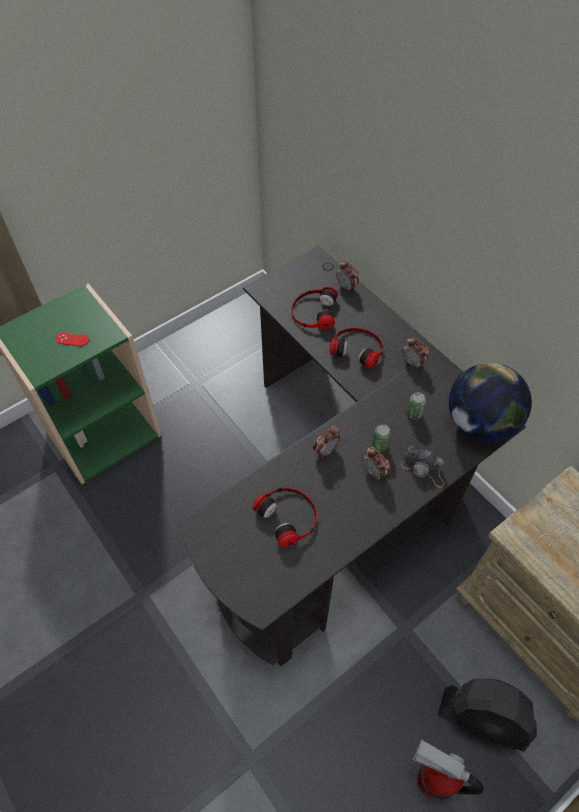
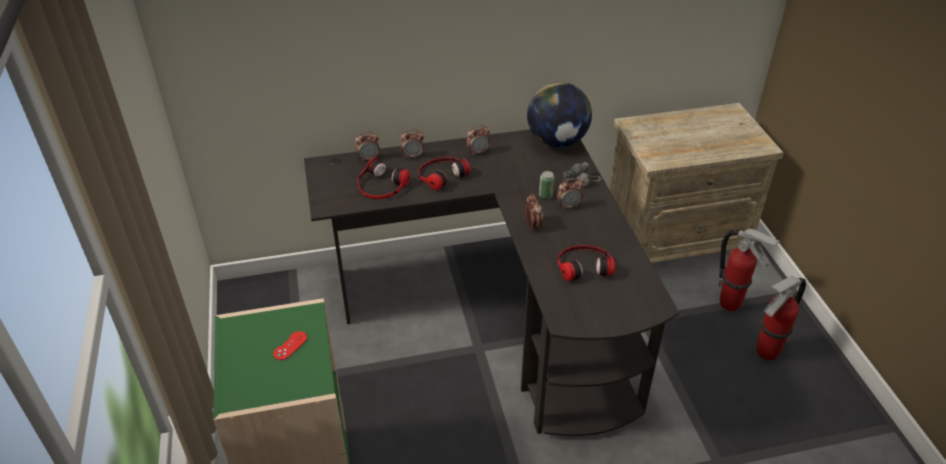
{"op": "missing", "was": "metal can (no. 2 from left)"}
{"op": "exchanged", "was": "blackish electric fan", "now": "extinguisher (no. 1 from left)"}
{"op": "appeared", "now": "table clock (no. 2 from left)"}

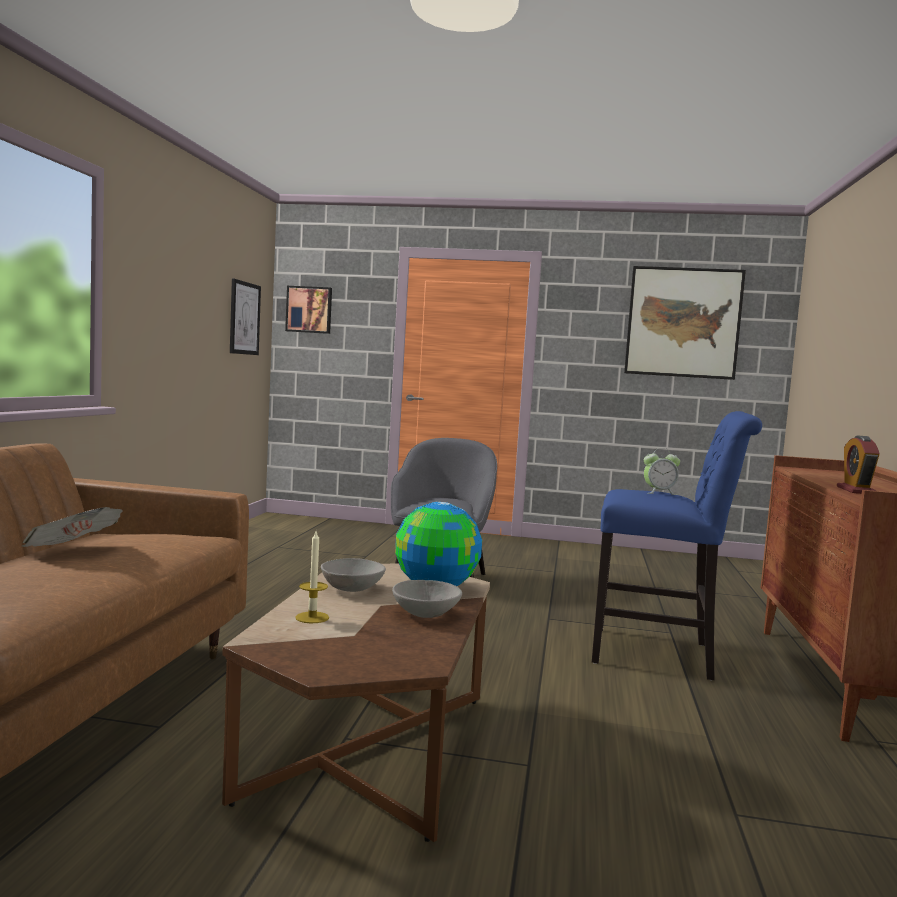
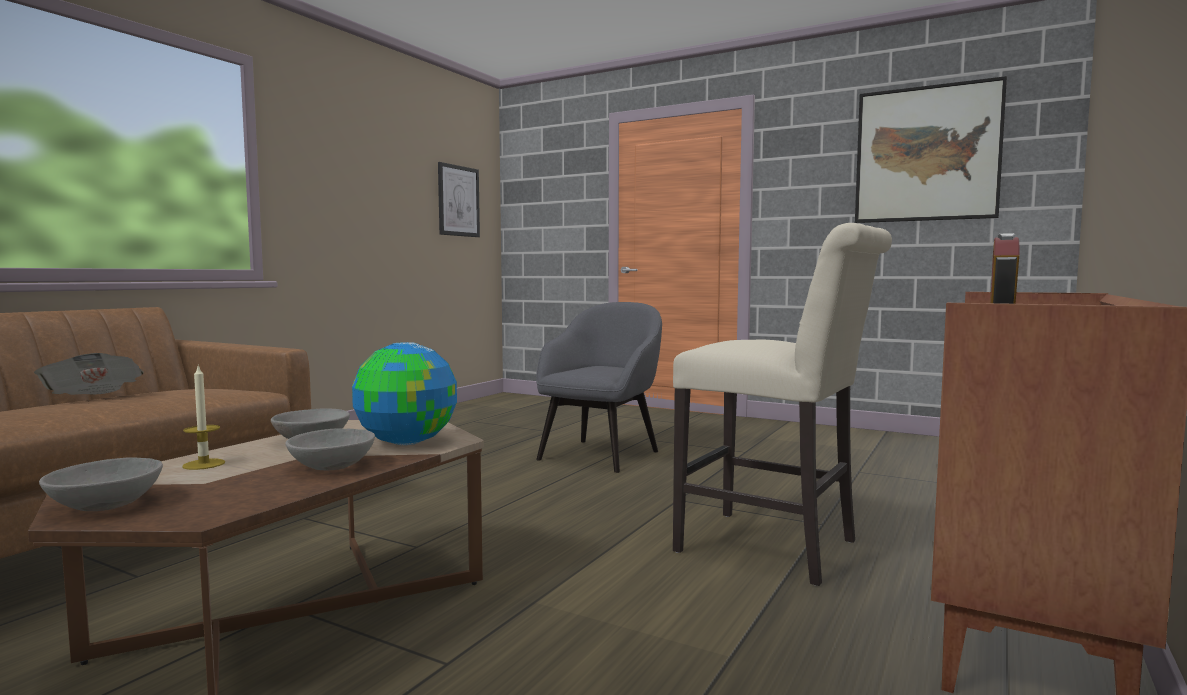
{"op": "missing", "was": "picture (no. 2 from left)"}
{"op": "colour", "was": "blue stool seat", "now": "sand-coloured stool seat"}
{"op": "missing", "was": "table clock (no. 1 from left)"}
{"op": "appeared", "now": "greyish serving bowl (no. 1 from left)"}

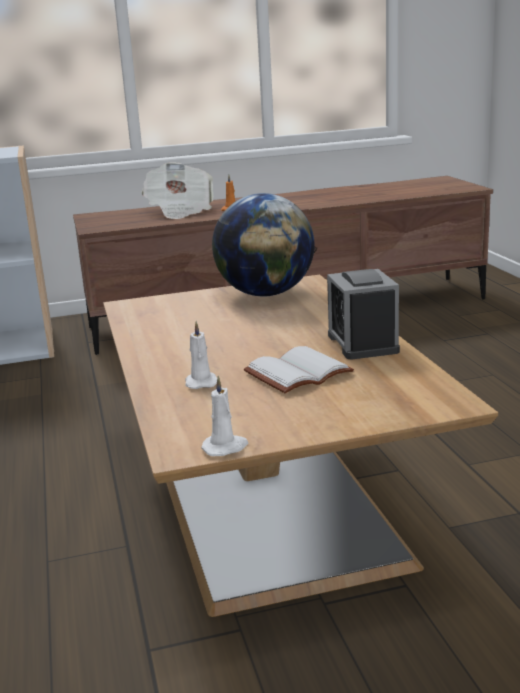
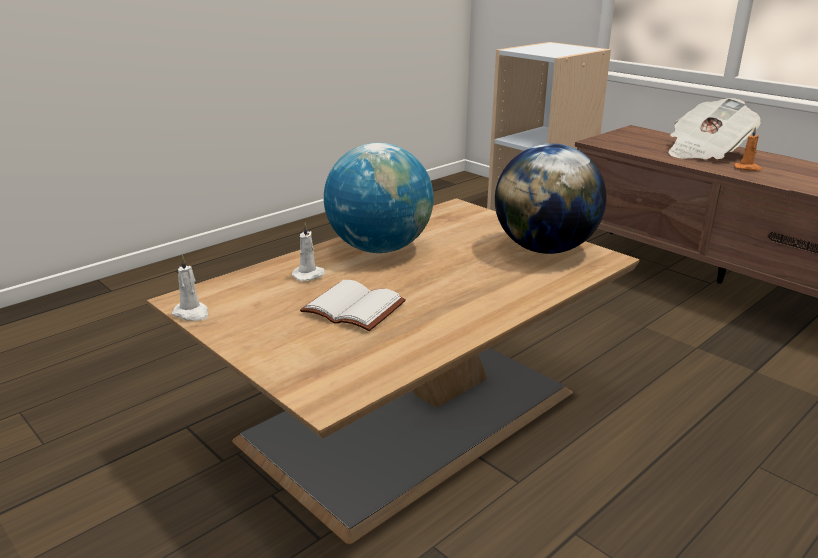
{"op": "missing", "was": "table clock"}
{"op": "appeared", "now": "desk globe (no. 1 from left)"}

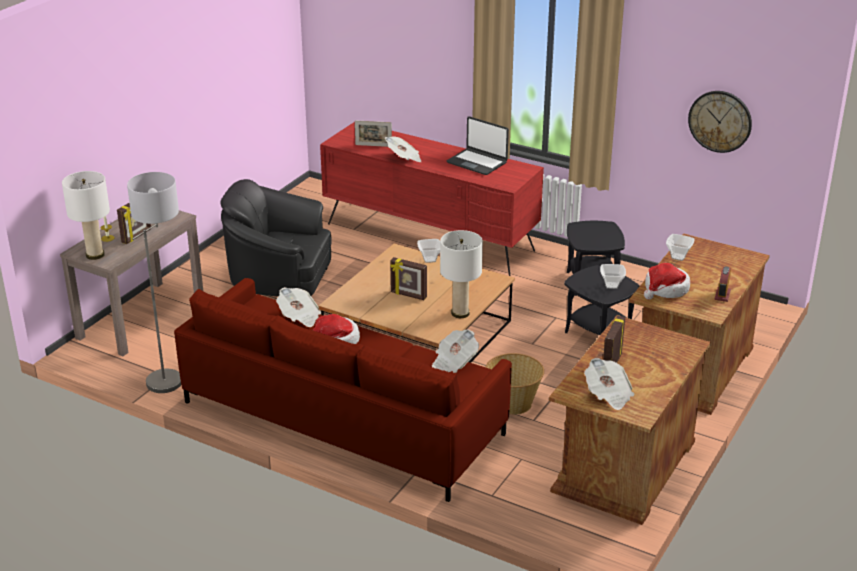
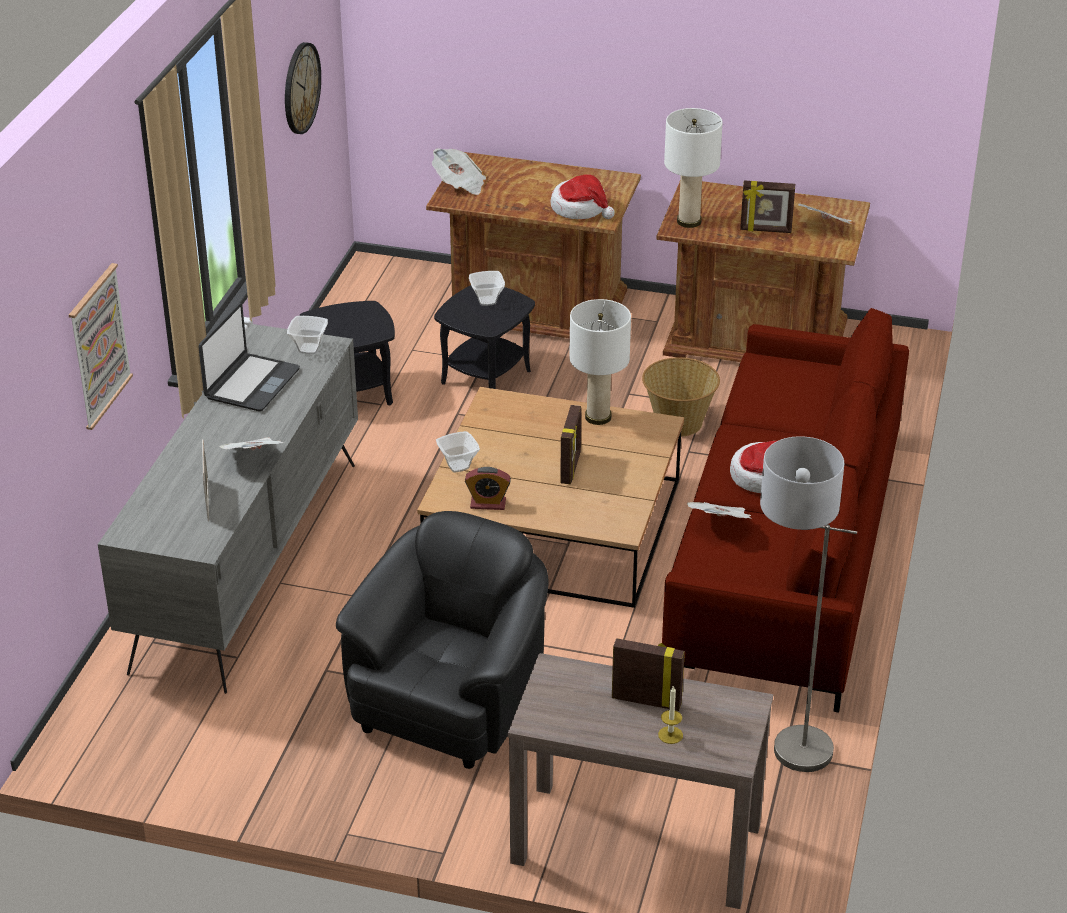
{"op": "colour", "was": "reddish tv stand", "now": "greyish tv stand"}
{"op": "relocated", "was": "whitish lamp for a table (no. 1 from left in the first image)", "now": "whitish lamp for a table (no. 2 from left)"}
{"op": "spun", "was": "blackish lounge chair", "clockwise": -150}
{"op": "relocated", "was": "serving bowl (no. 3 from left in the first image)", "now": "serving bowl (no. 1 from left)"}
{"op": "relocated", "was": "table clock"}
{"op": "relocated", "was": "daily paper (no. 3 from left in the first image)", "now": "daily paper (no. 2 from left)"}
{"op": "appeared", "now": "picture"}

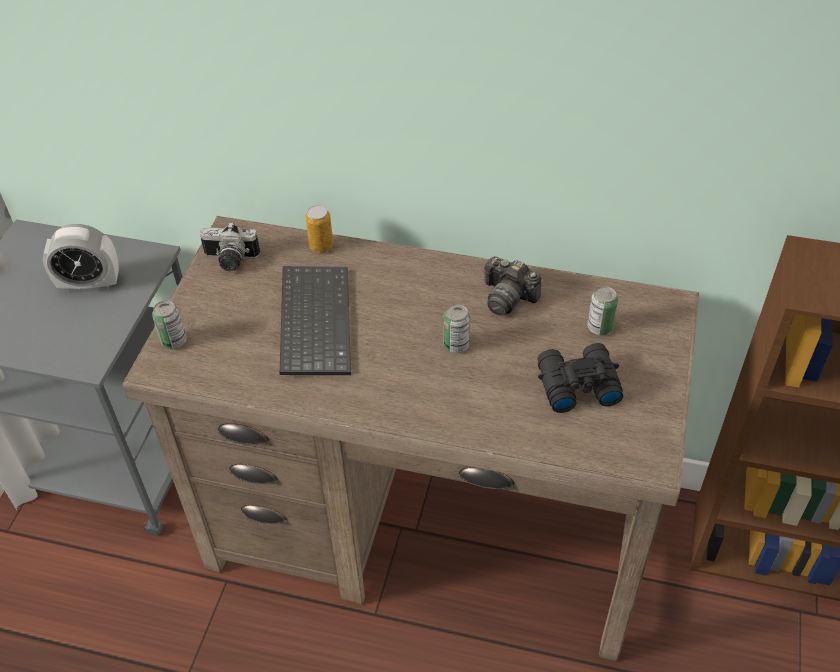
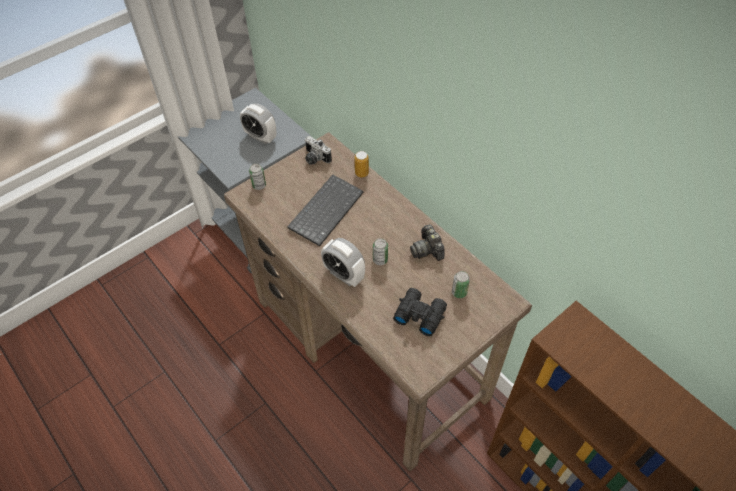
{"op": "appeared", "now": "table clock (no. 2 from left)"}

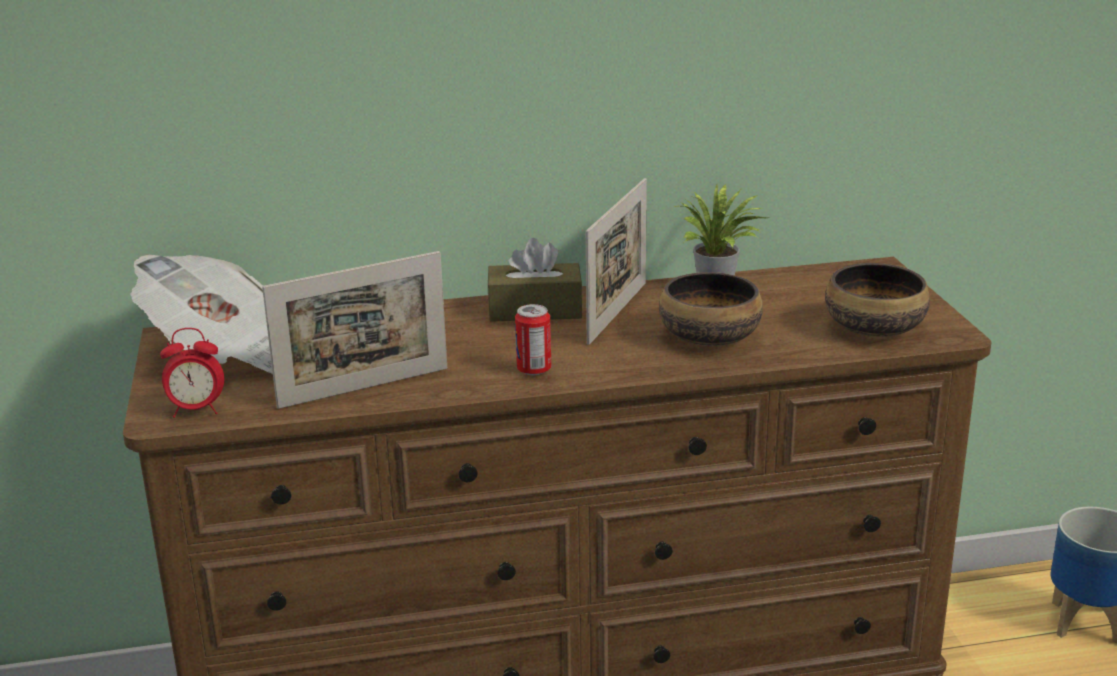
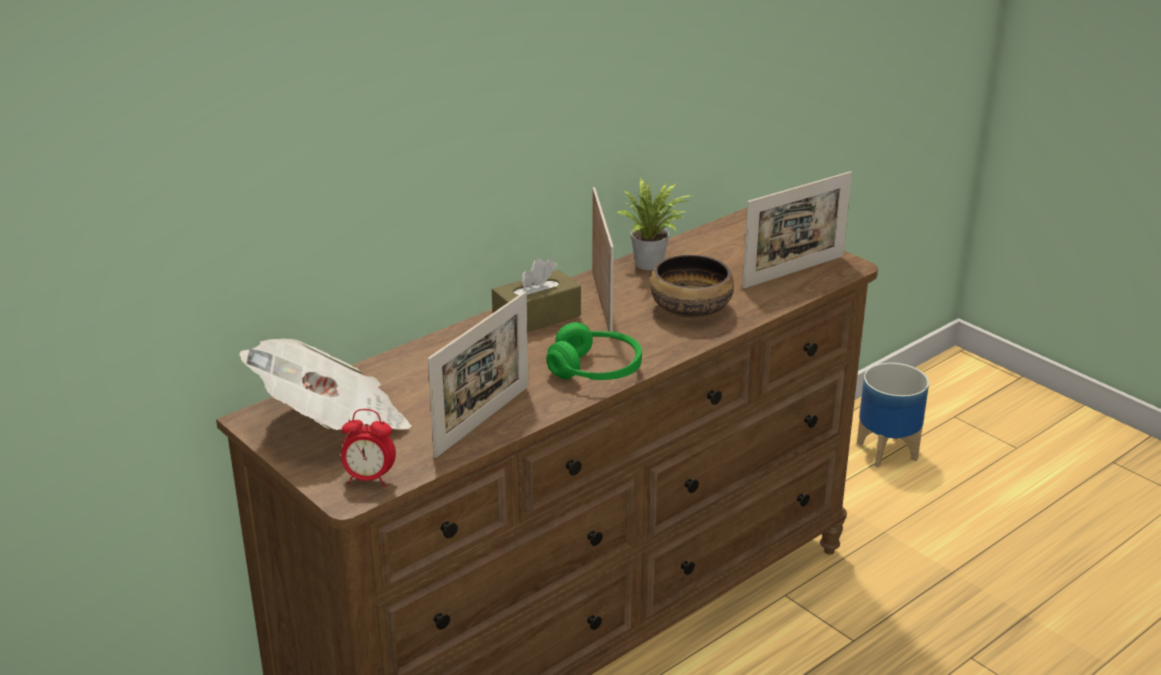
{"op": "exchanged", "was": "serving bowl (no. 2 from left)", "now": "photo frame (no. 3 from left)"}
{"op": "exchanged", "was": "metal can", "now": "green pair of headphones"}
{"op": "spun", "was": "table clock", "clockwise": 45}

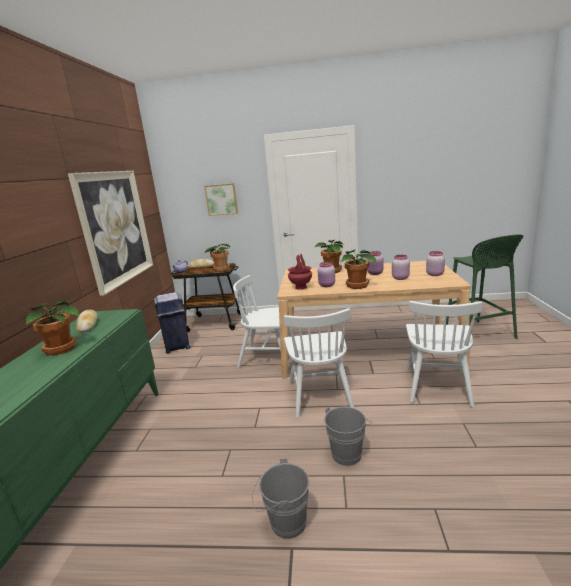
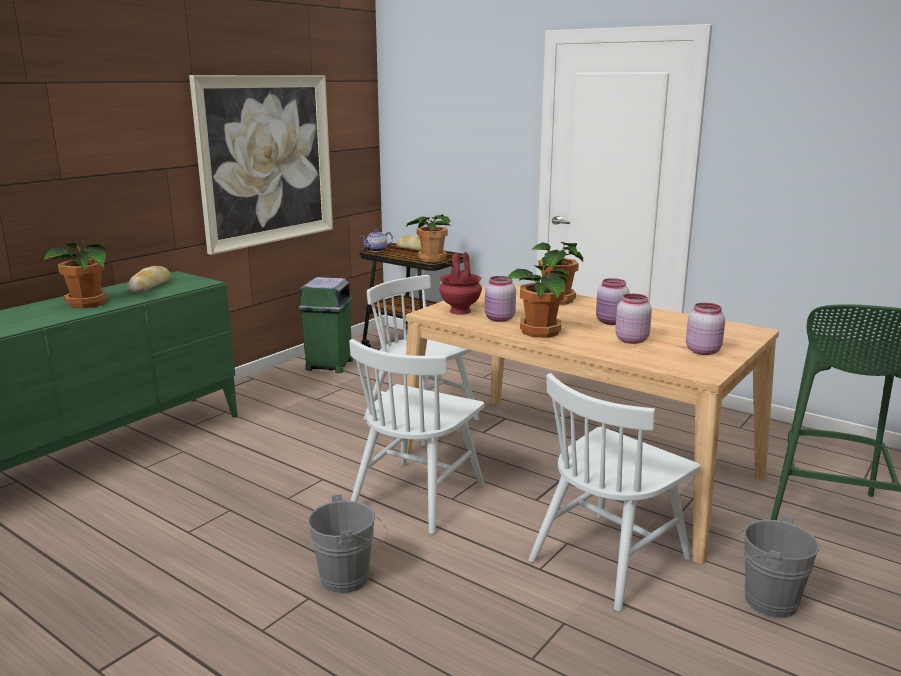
{"op": "missing", "was": "picture (no. 2 from left)"}
{"op": "colour", "was": "blue rubbish bin", "now": "green rubbish bin"}
{"op": "relocated", "was": "greyish bucket (no. 1 from left in the first image)", "now": "greyish bucket (no. 2 from left)"}

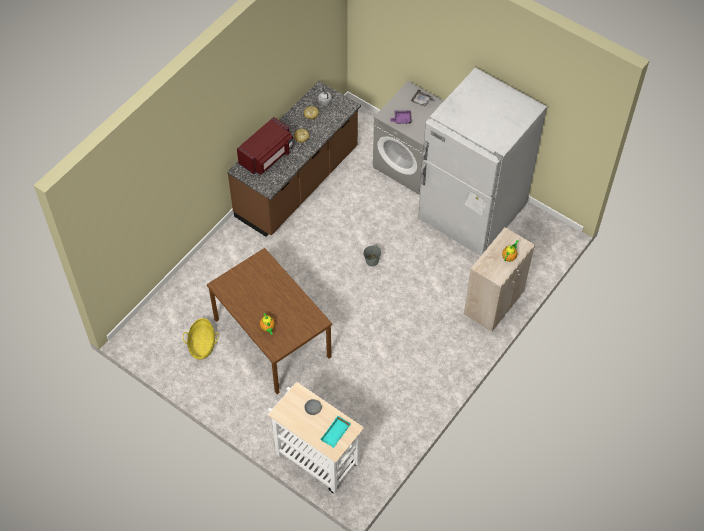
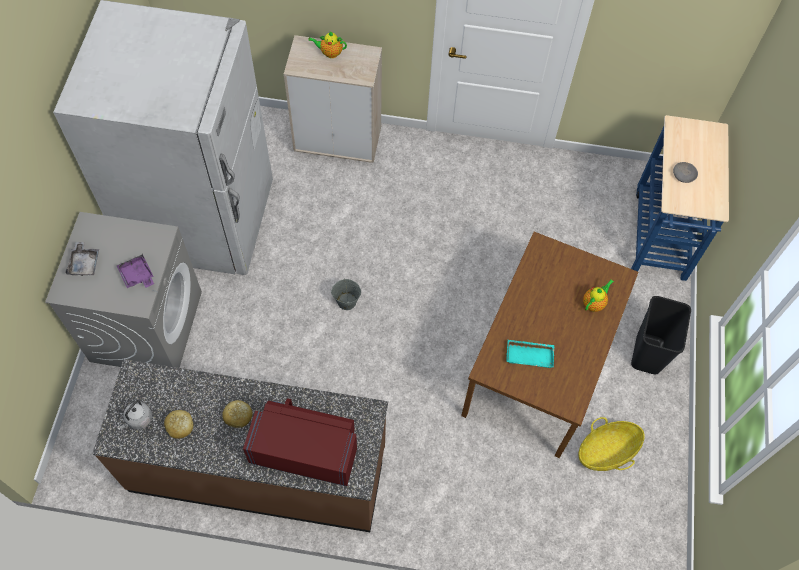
{"op": "colour", "was": "whitish wheeled cart", "now": "blue wheeled cart"}
{"op": "relocated", "was": "turquoise-coloured tray"}
{"op": "appeared", "now": "blackish rubbish bin"}

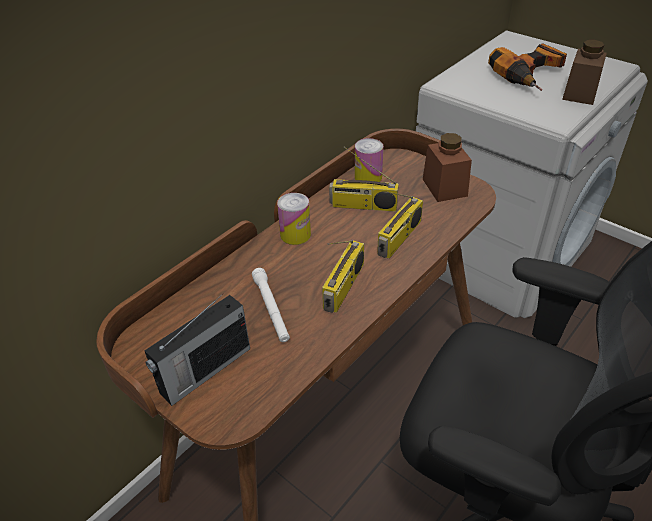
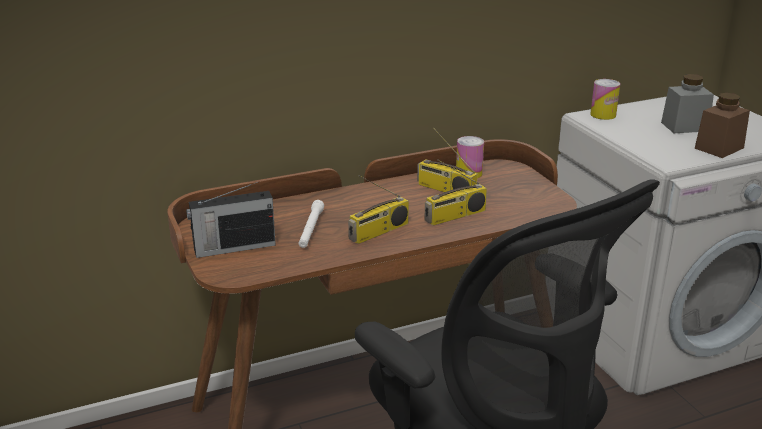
{"op": "exchanged", "was": "electric drill", "now": "greyish storage jar"}
{"op": "missing", "was": "brownish storage jar (no. 1 from left)"}
{"op": "relocated", "was": "metal can (no. 1 from left in the first image)", "now": "metal can (no. 2 from left)"}

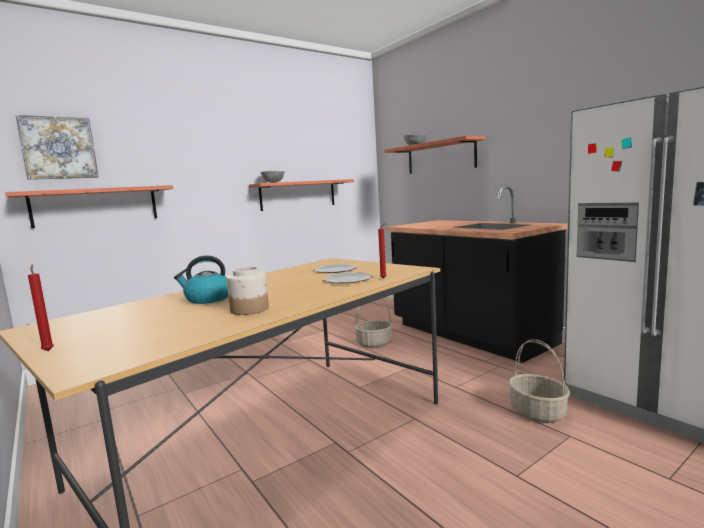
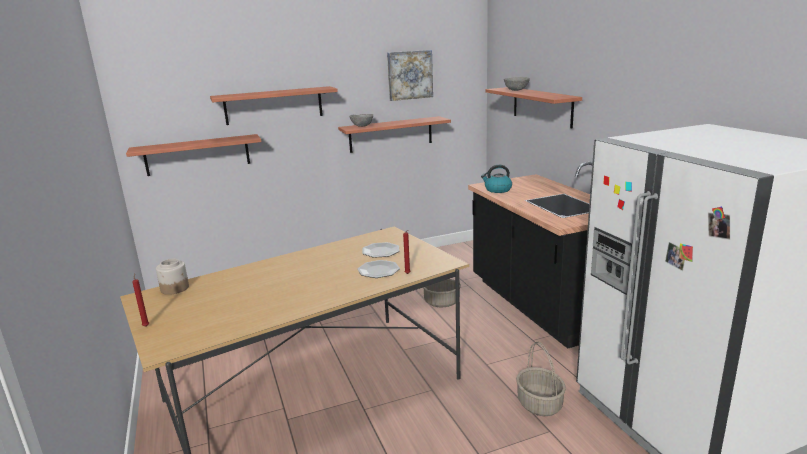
{"op": "relocated", "was": "picture"}
{"op": "relocated", "was": "kettle"}
{"op": "relocated", "was": "storage jar"}
{"op": "appeared", "now": "bracket shelf (no. 2 from left)"}

